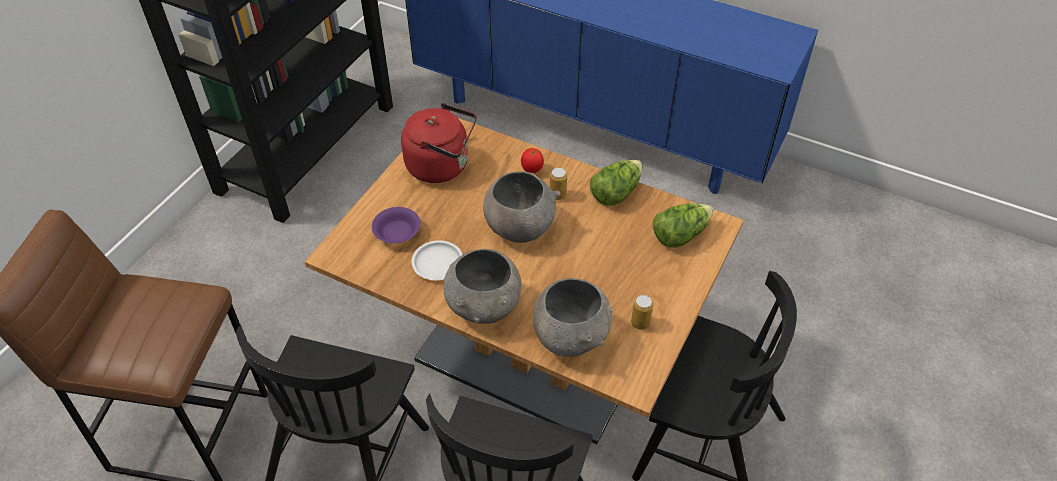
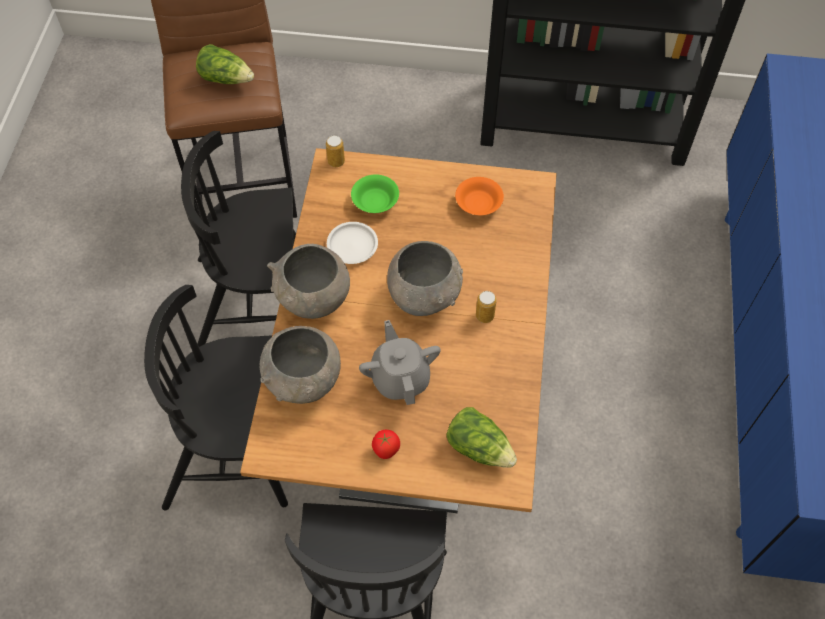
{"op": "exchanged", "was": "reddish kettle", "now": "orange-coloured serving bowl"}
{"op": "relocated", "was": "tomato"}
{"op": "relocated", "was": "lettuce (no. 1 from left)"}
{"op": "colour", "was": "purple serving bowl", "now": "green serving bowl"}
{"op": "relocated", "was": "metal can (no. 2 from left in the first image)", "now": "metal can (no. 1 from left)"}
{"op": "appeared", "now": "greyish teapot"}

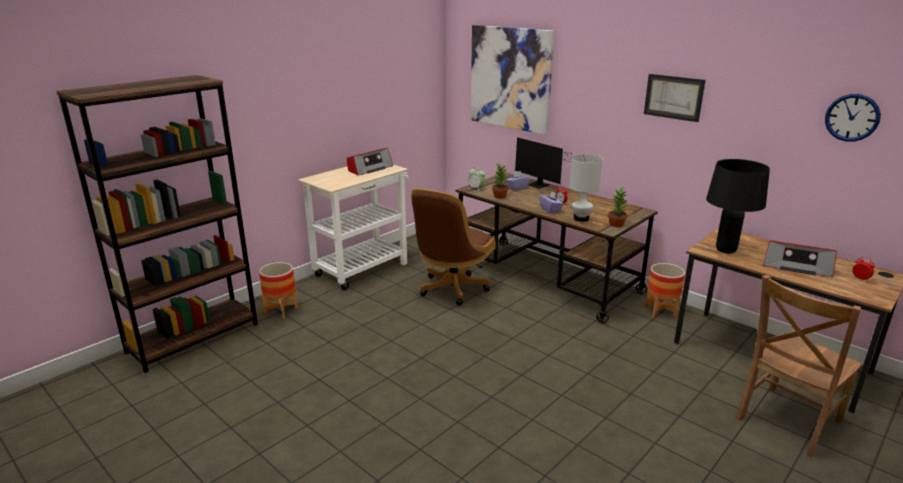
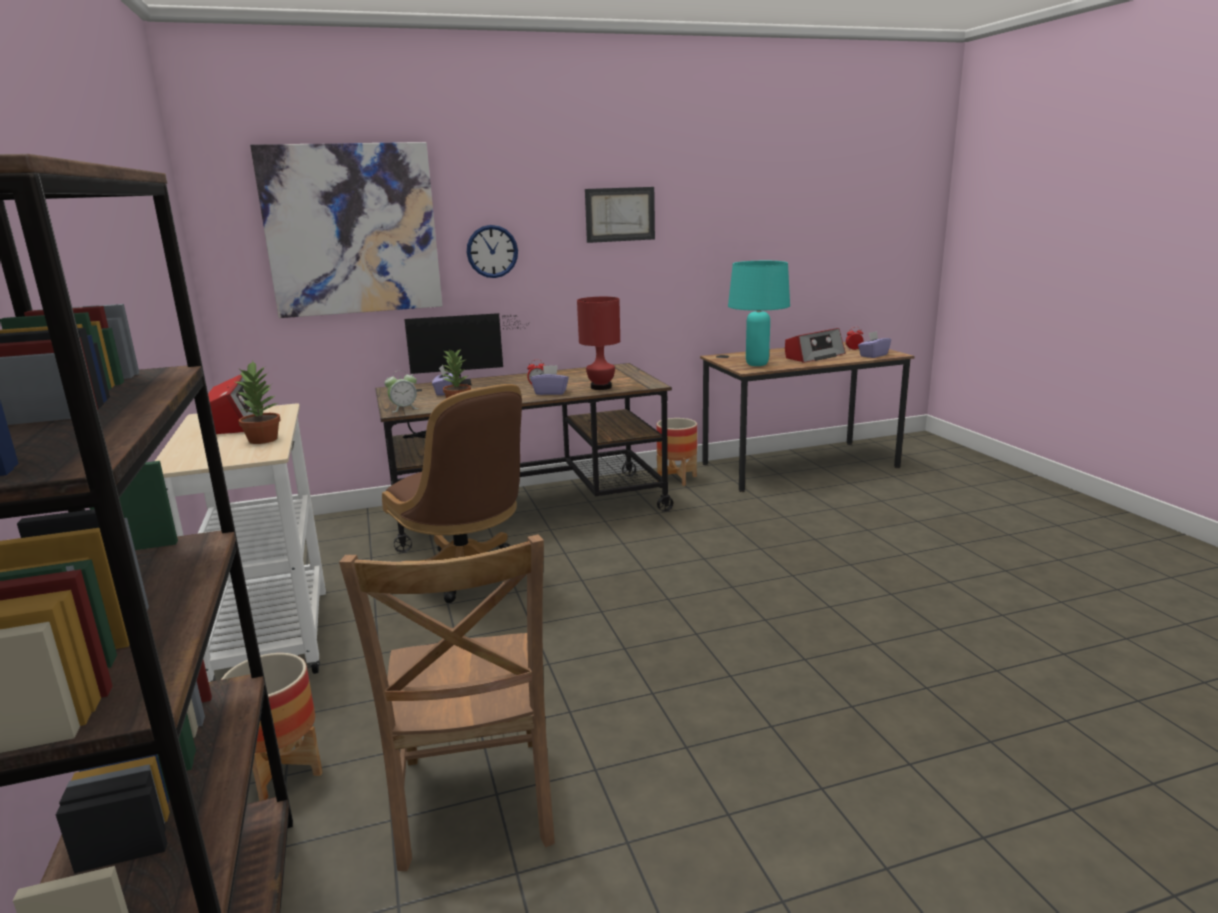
{"op": "relocated", "was": "wall clock"}
{"op": "colour", "was": "whitish lamp for a table", "now": "reddish lamp for a table"}
{"op": "colour", "was": "blackish lamp for a table", "now": "turquoise-coloured lamp for a table"}
{"op": "relocated", "was": "houseplant (no. 2 from left in the first image)", "now": "houseplant (no. 1 from left)"}
{"op": "relocated", "was": "brownish chair"}
{"op": "appeared", "now": "purple tissue box (no. 3 from left)"}

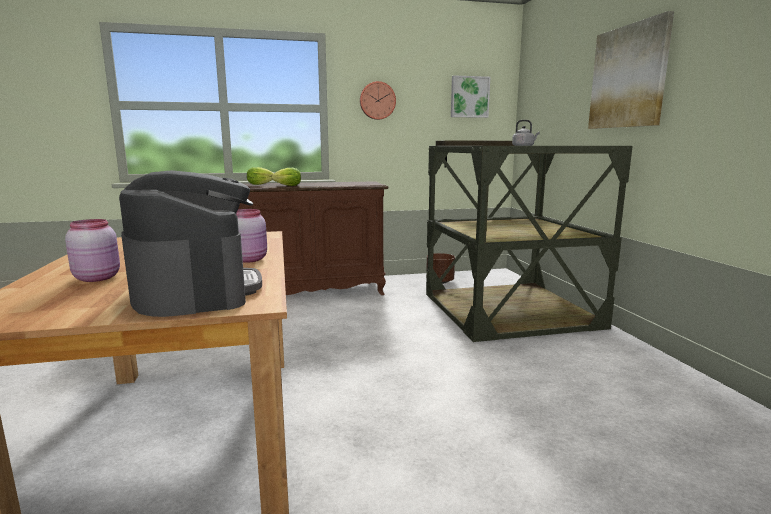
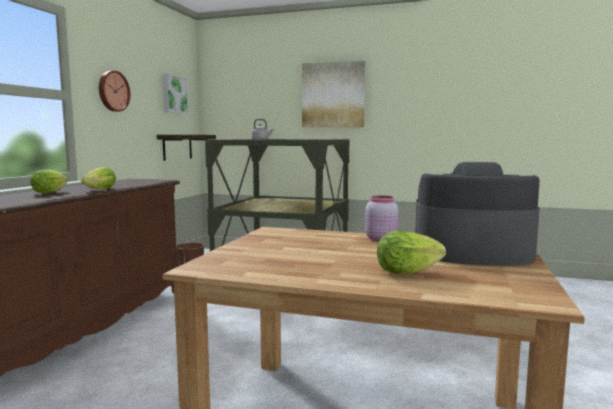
{"op": "exchanged", "was": "pink-coloured storage jar (no. 1 from left)", "now": "lettuce (no. 3 from left)"}

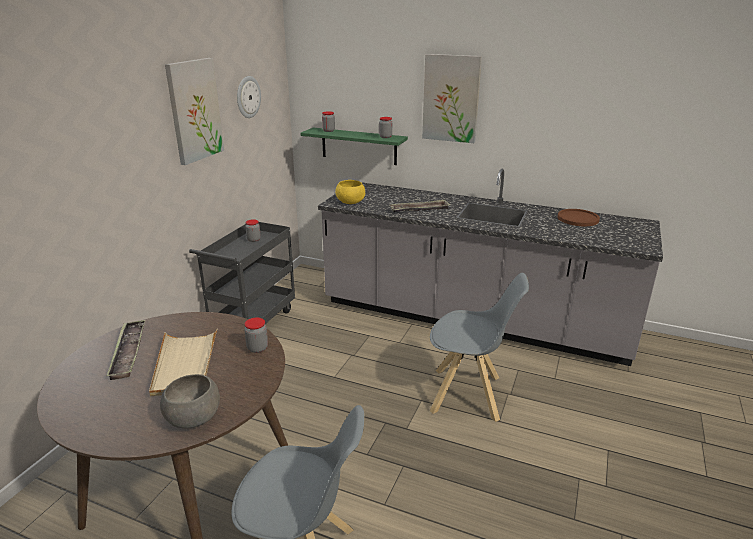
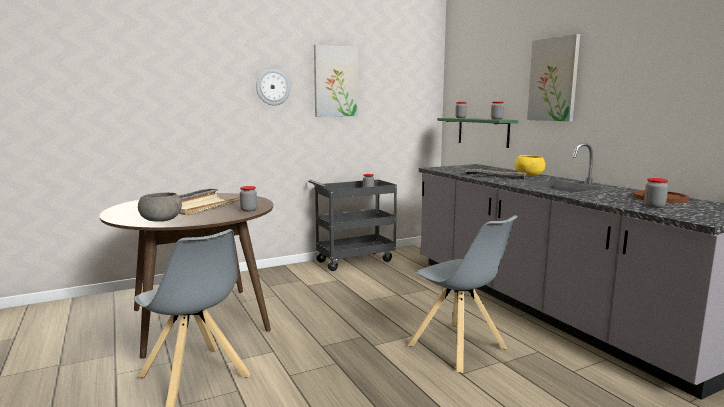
{"op": "relocated", "was": "wall clock"}
{"op": "relocated", "was": "yellow-coloured serving bowl"}
{"op": "appeared", "now": "storage jar (no. 5 from left)"}

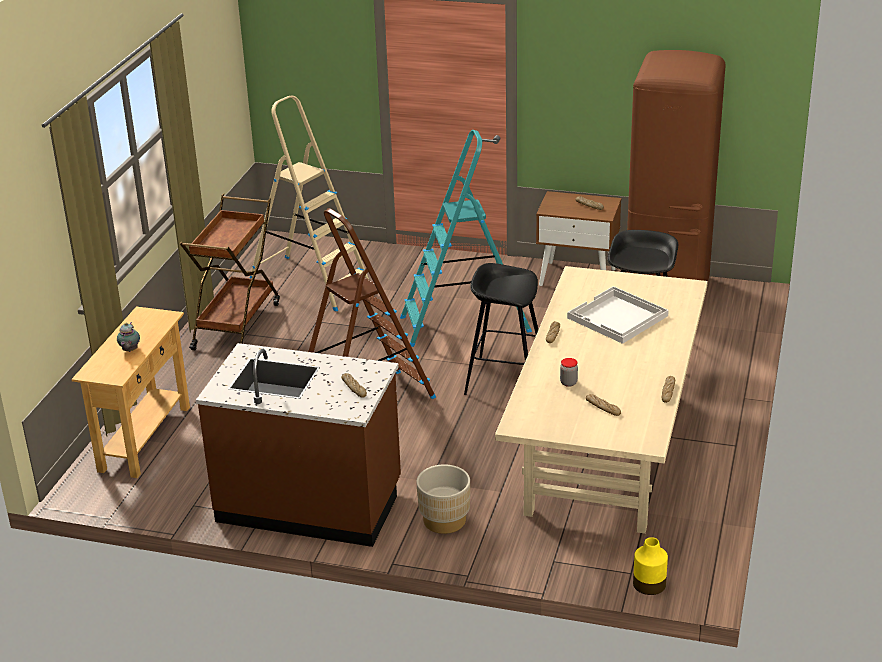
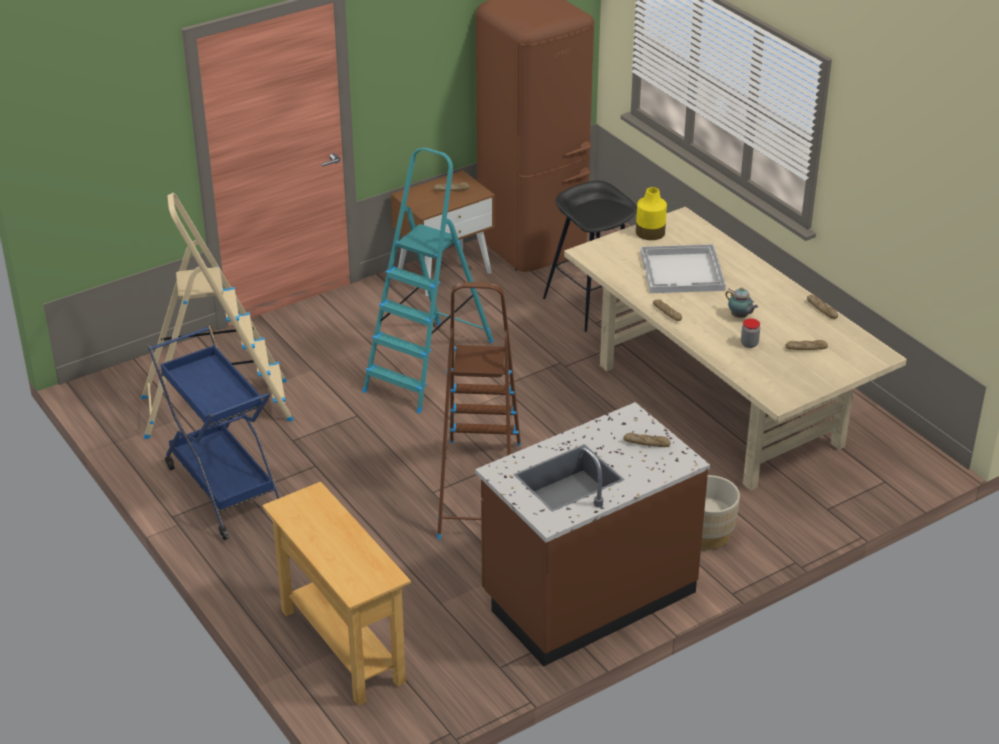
{"op": "colour", "was": "brownish wheeled cart", "now": "blue wheeled cart"}
{"op": "missing", "was": "blackish stool seat (no. 1 from left)"}
{"op": "relocated", "was": "teapot"}
{"op": "relocated", "was": "yellow-coloured vase"}

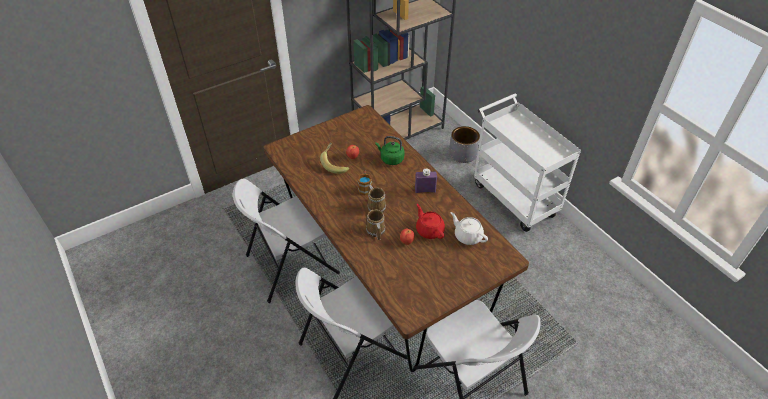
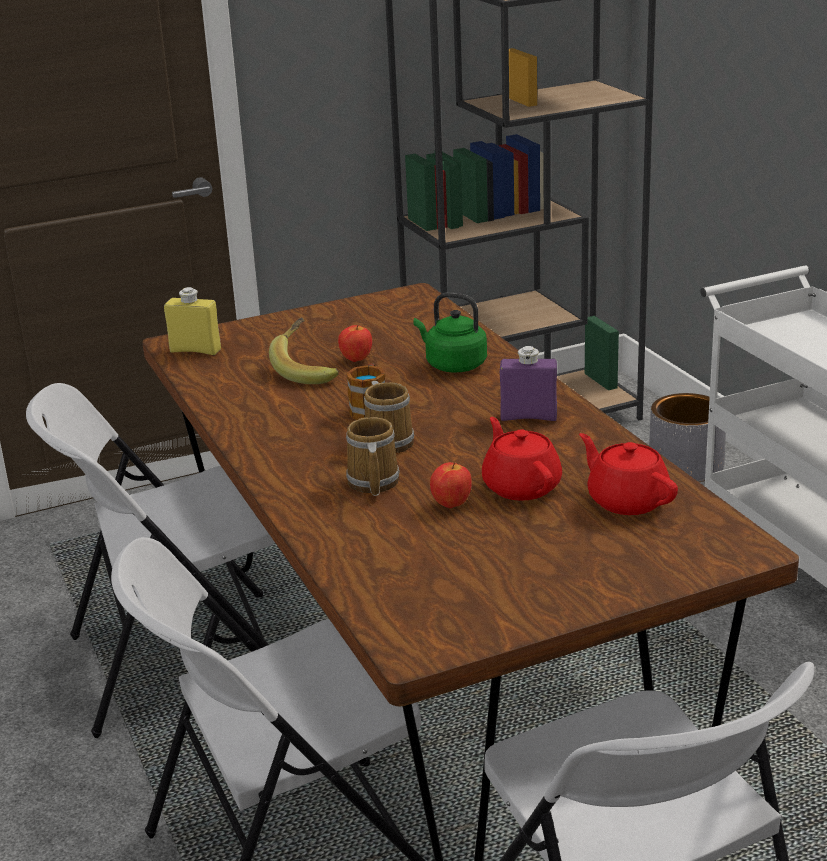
{"op": "colour", "was": "whitish teapot", "now": "reddish teapot (no. 2 from left)"}
{"op": "appeared", "now": "yellow-coloured bottle"}

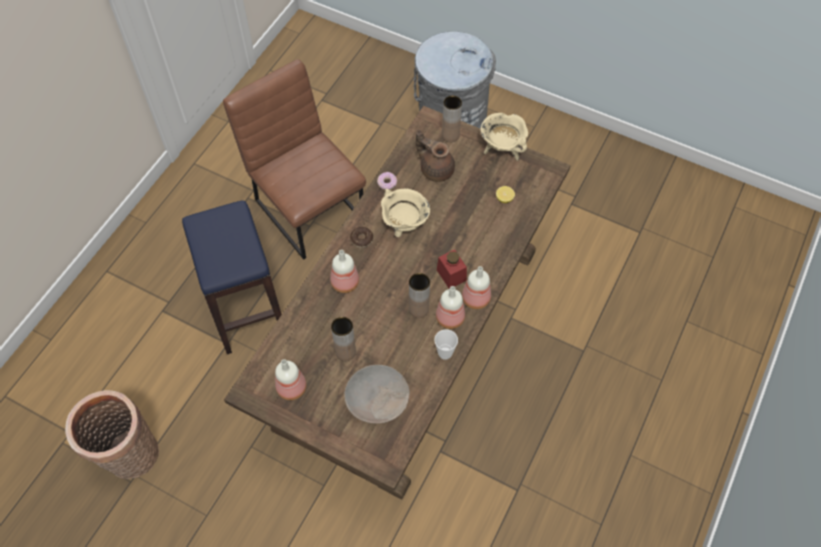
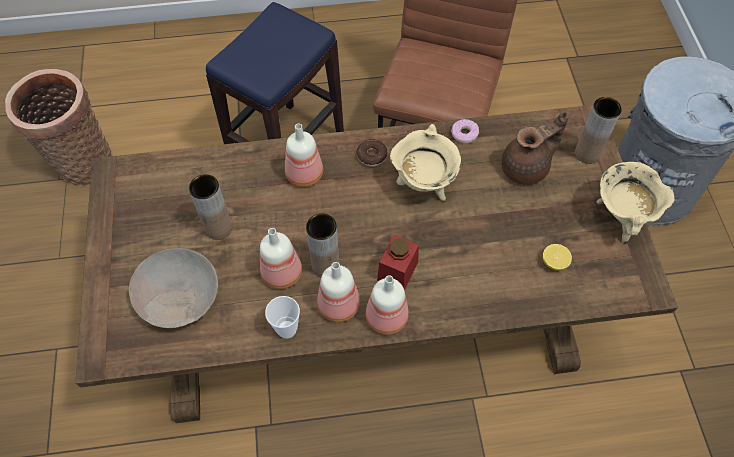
{"op": "spun", "was": "brownish teapot", "clockwise": 60}
{"op": "relocated", "was": "bottle (no. 1 from left)"}

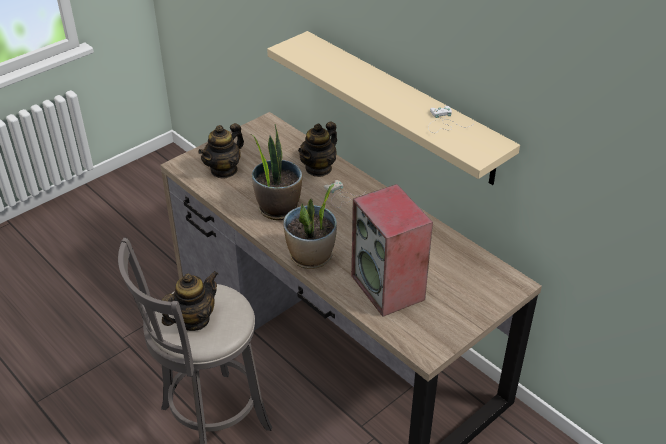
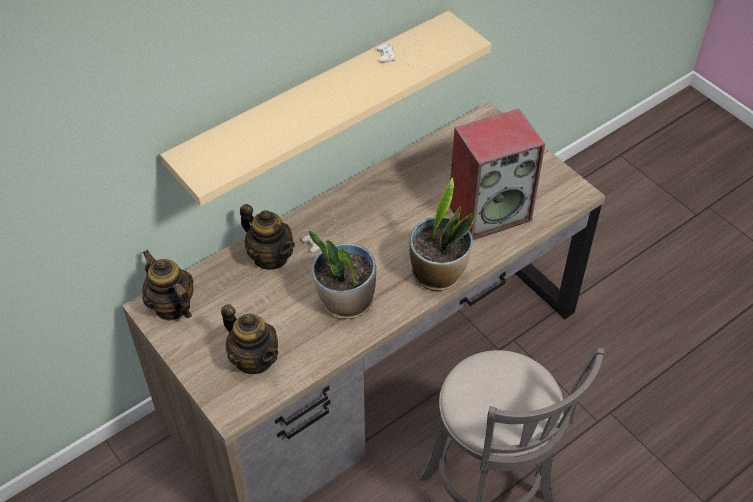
{"op": "relocated", "was": "teapot (no. 1 from left)"}

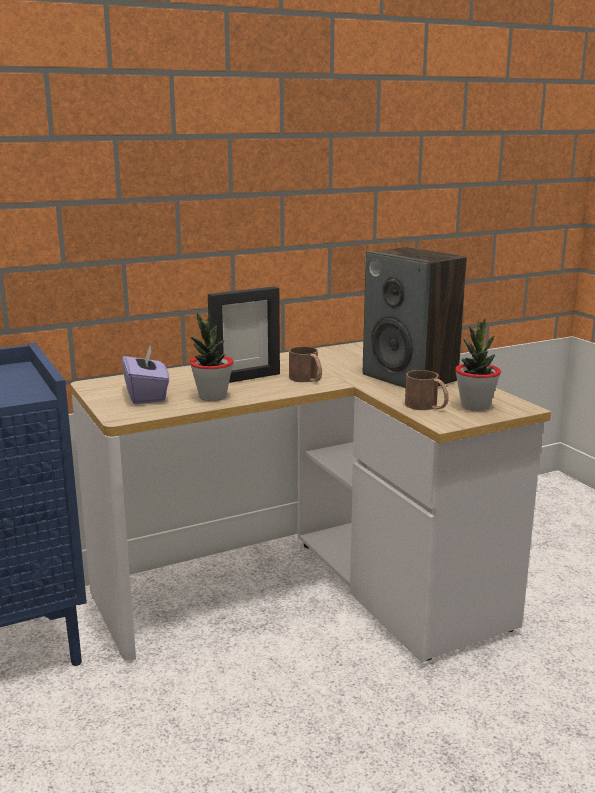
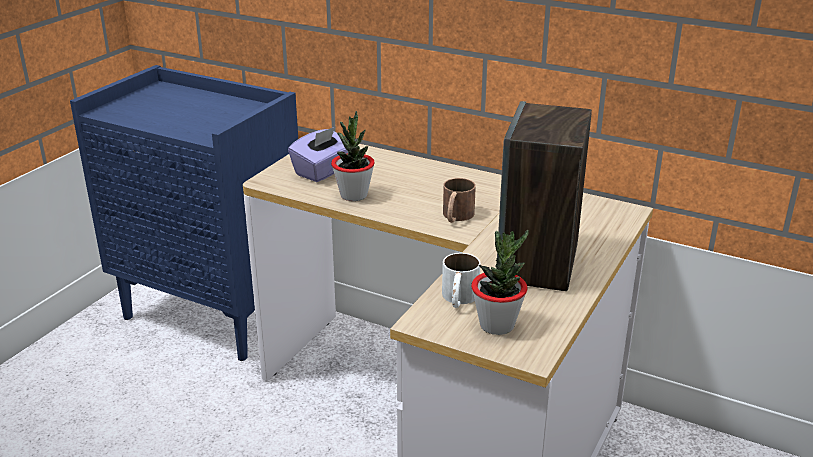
{"op": "missing", "was": "photo frame"}
{"op": "colour", "was": "brownish coffee mug (no. 2 from left)", "now": "whitish coffee mug"}

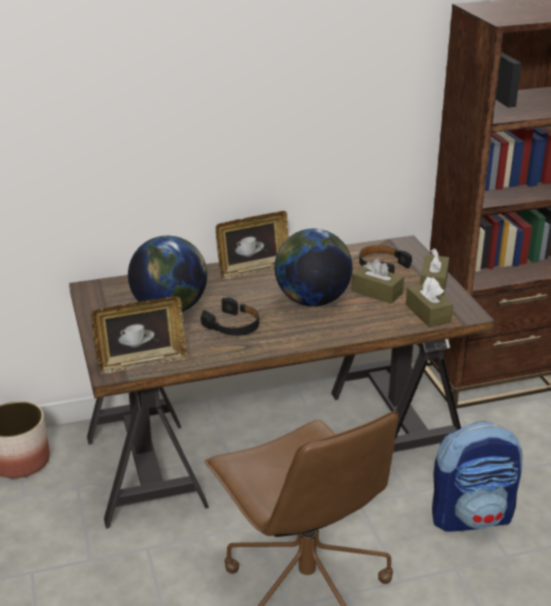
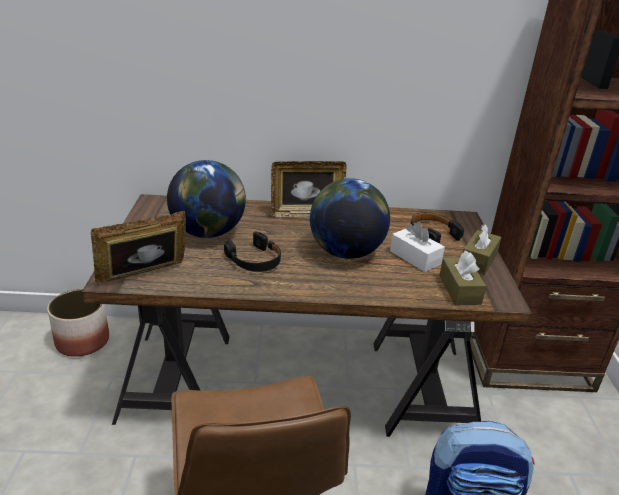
{"op": "colour", "was": "brownish tissue box (no. 1 from left)", "now": "whitish tissue box"}
{"op": "spun", "was": "photo frame (no. 1 from left)", "clockwise": 150}

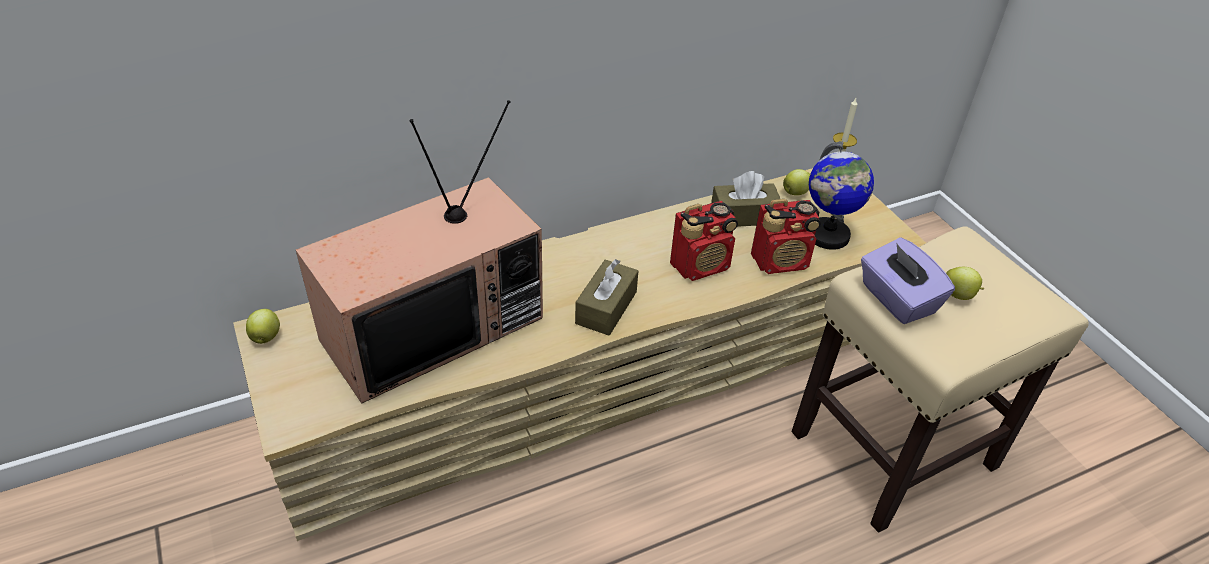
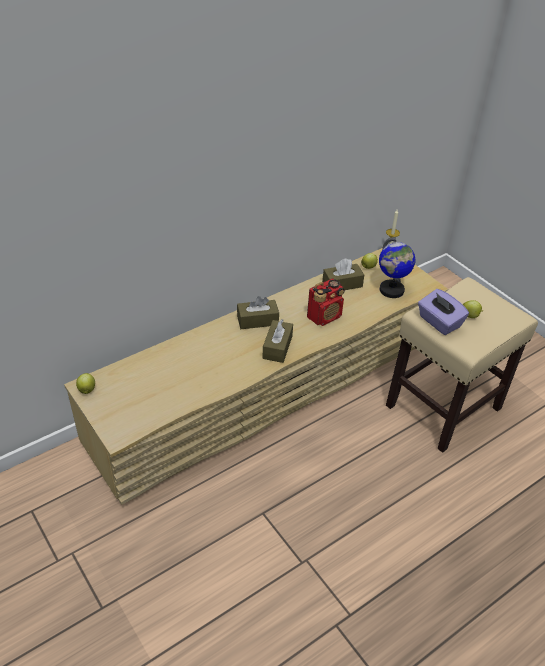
{"op": "missing", "was": "TV"}
{"op": "missing", "was": "radio receiver (no. 2 from left)"}
{"op": "appeared", "now": "brownish tissue box (no. 1 from left)"}

